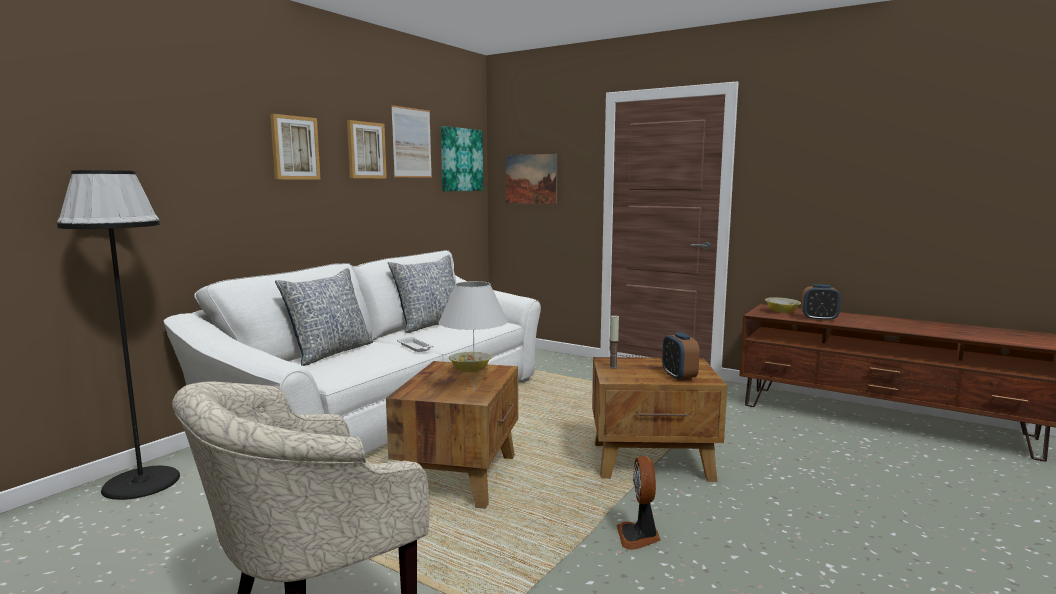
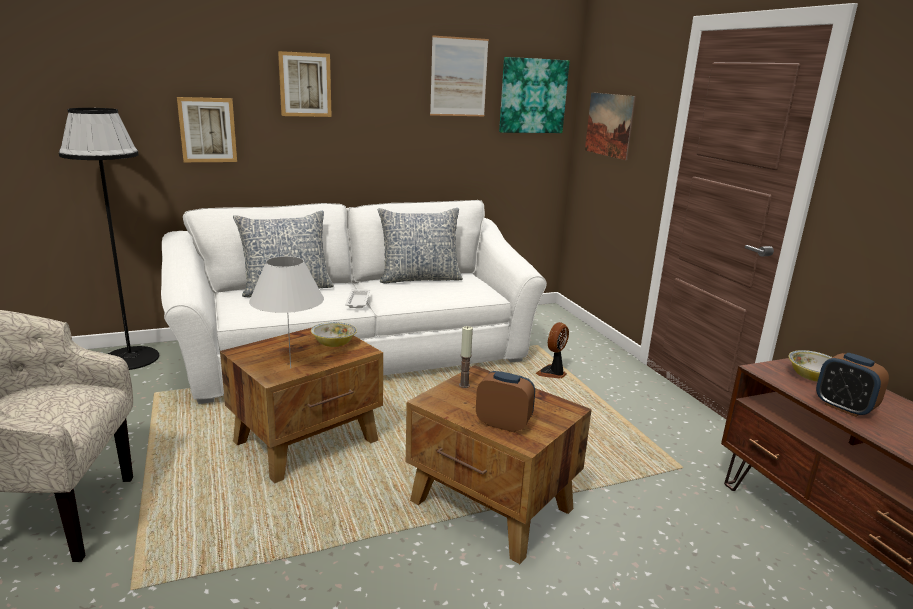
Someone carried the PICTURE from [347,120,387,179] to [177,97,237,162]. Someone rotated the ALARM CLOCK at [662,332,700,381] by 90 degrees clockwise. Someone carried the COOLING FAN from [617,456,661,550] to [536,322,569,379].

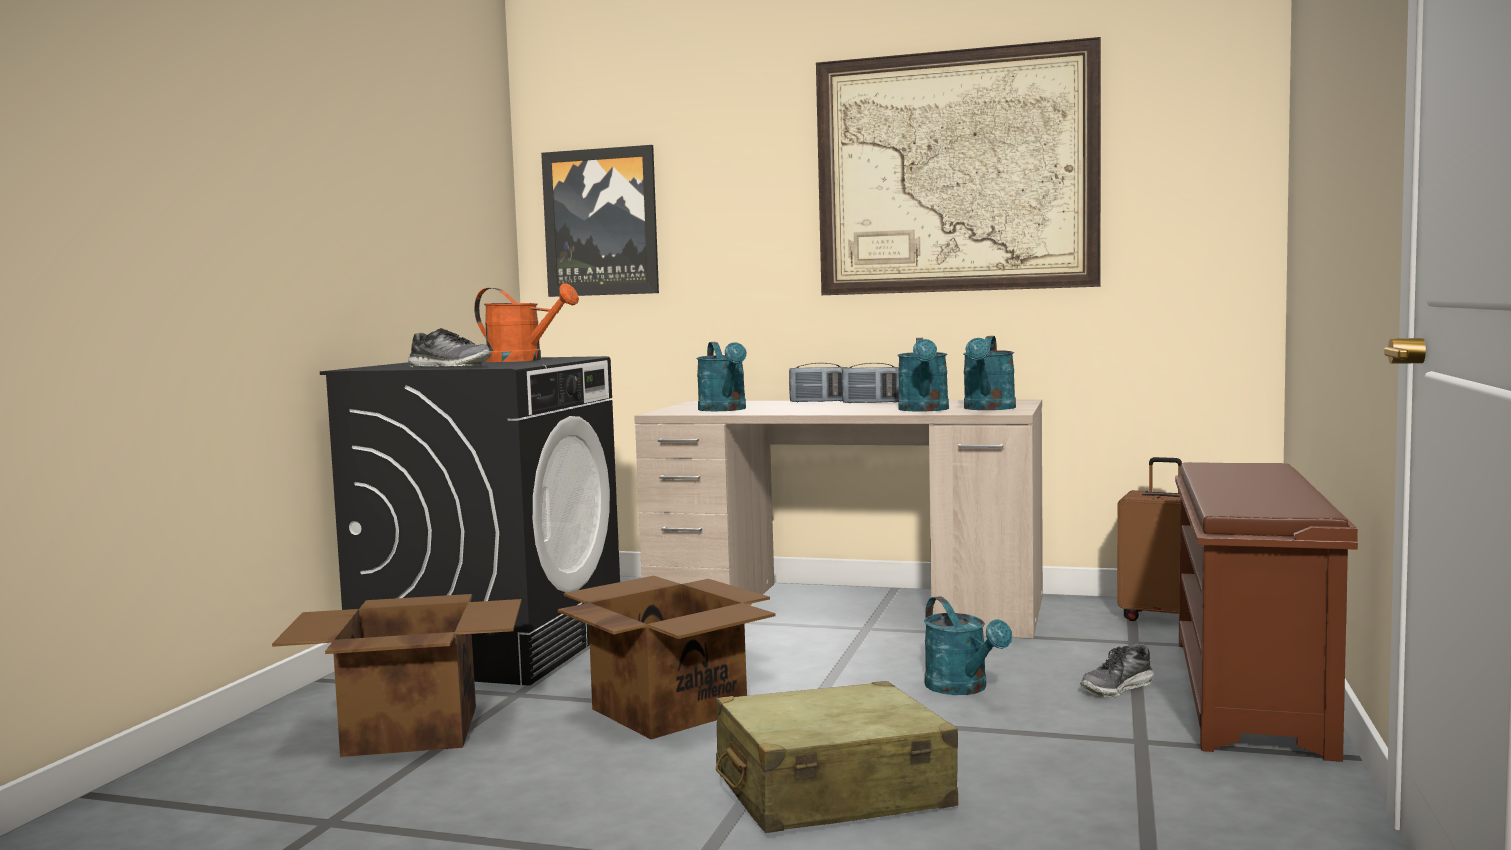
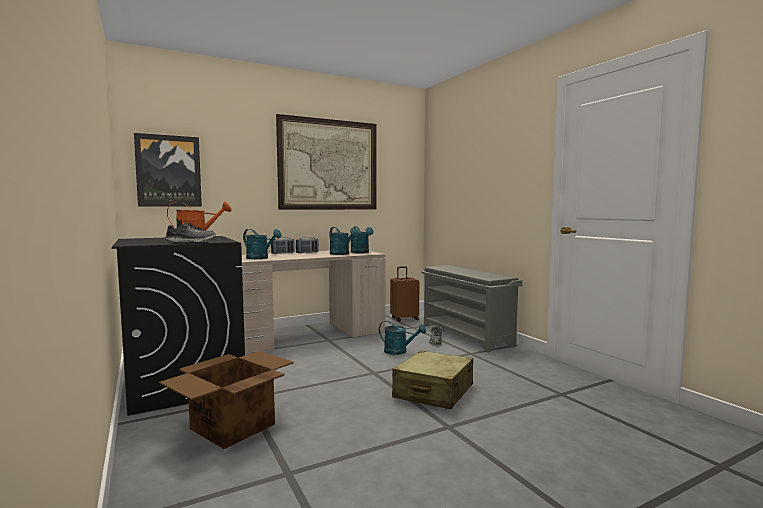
Someone repainted the BROWNISH SHOE SHELF at [1175,462,1358,762], which became the GRAY SHOE SHELF at [422,265,523,352]. Someone took away the CARTON at [558,576,775,739].

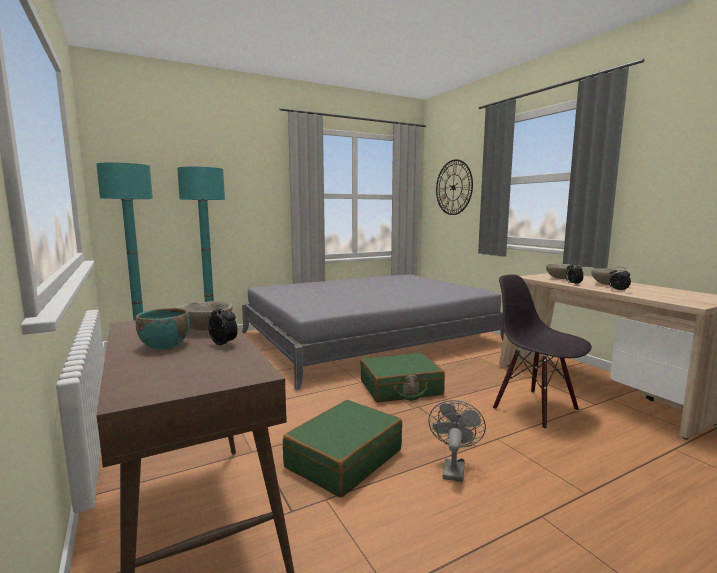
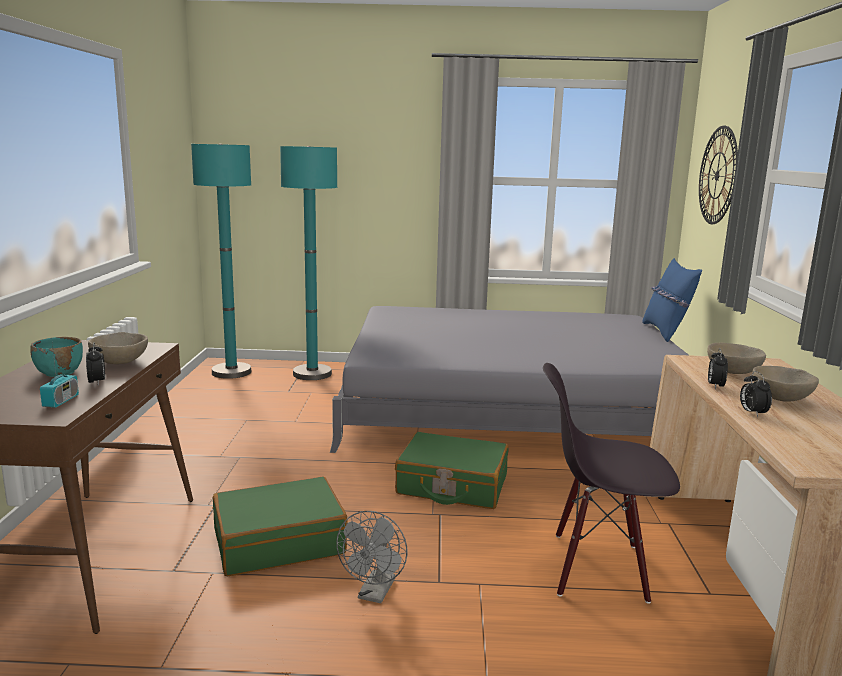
Someone rotated the BLACK CHAIR at [493,274,591,430] by 75 degrees counterclockwise. Someone rotated the GRAY COOLING FAN at [428,400,486,482] by 150 degrees clockwise. Someone put down the BLUE CUSHION at [642,258,703,342]. Someone put down the RADIO at [40,345,79,408].

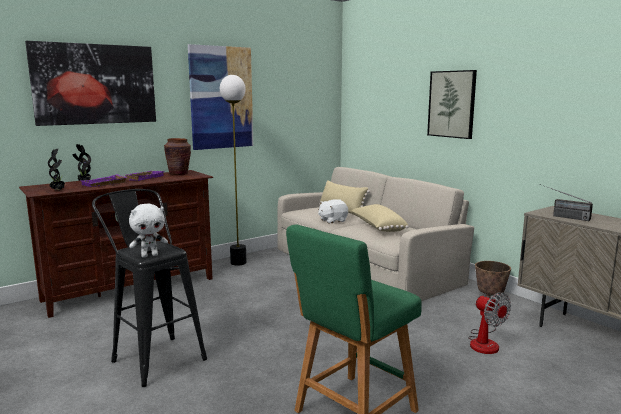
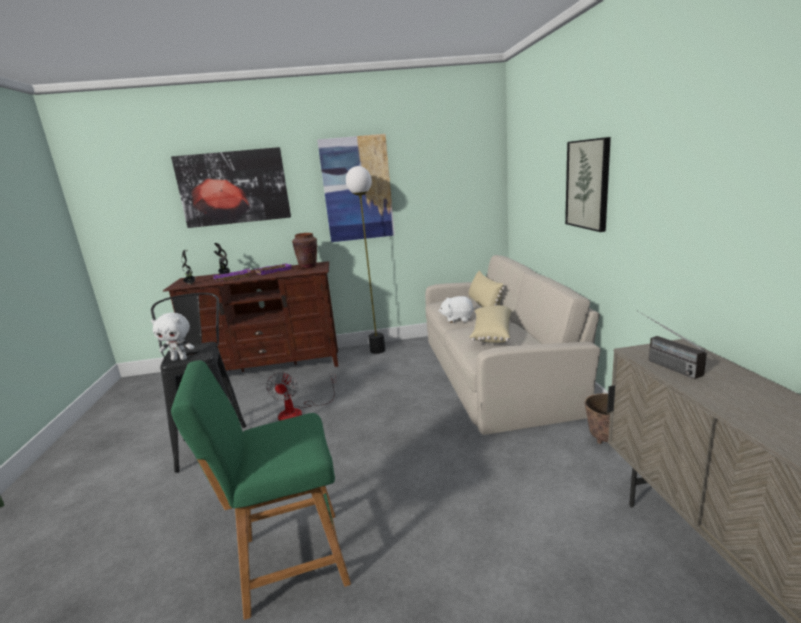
Someone carried the COOLING FAN from [468,292,511,354] to [266,372,336,421].

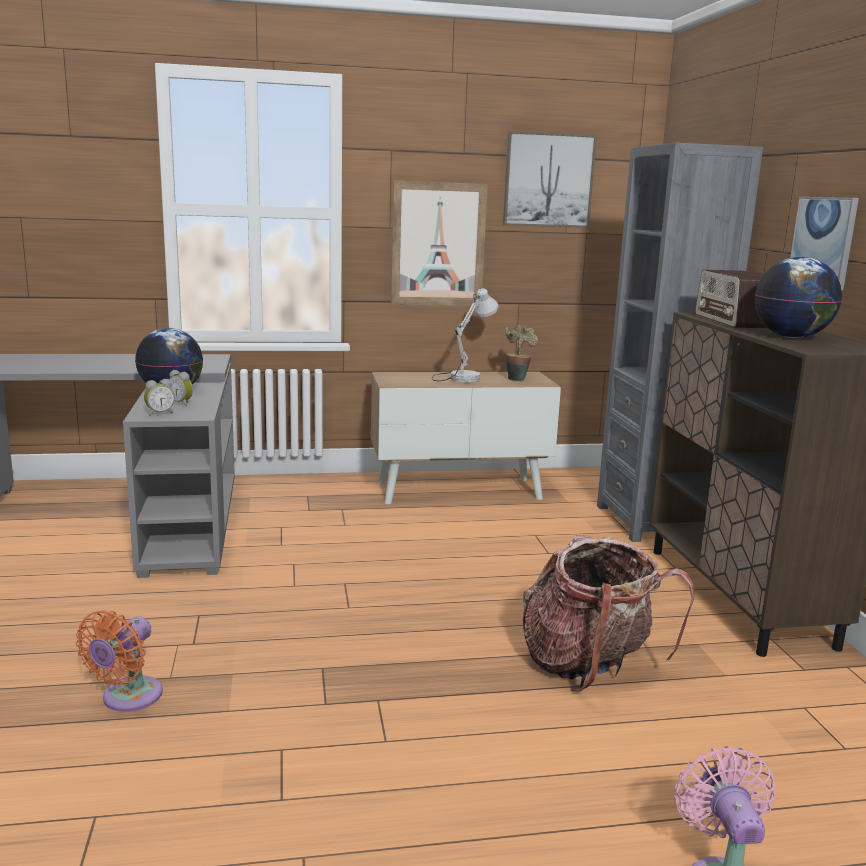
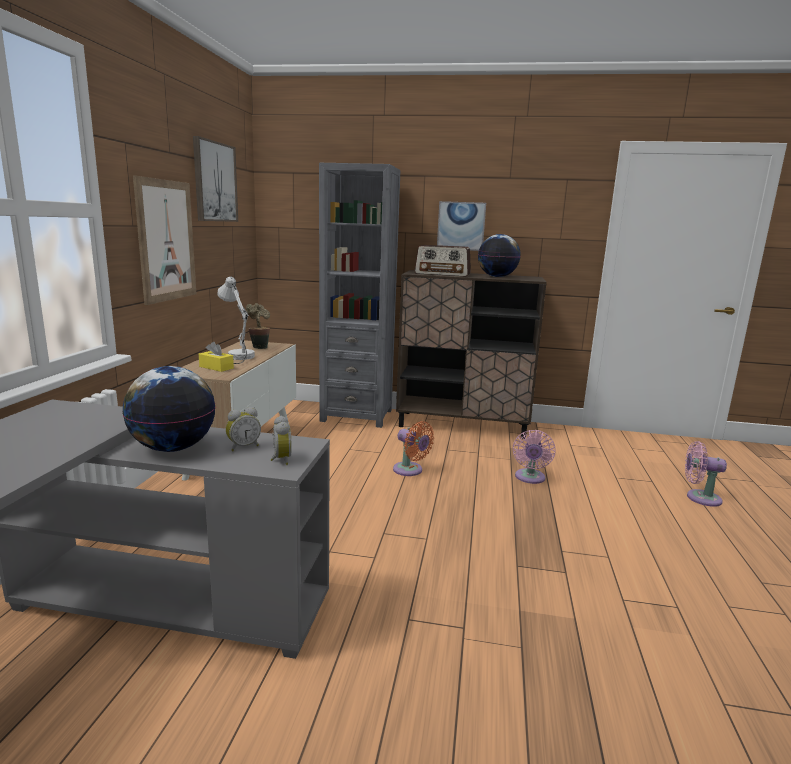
Someone swapped the BACKPACK at [523,535,694,692] for the PINKISH COOLING FAN at [513,430,556,484]. Someone carried the ORANGE COOLING FAN from [76,610,163,712] to [393,421,434,476]. Someone put down the YELLOW-COLOURED TISSUE BOX at [199,342,234,372].

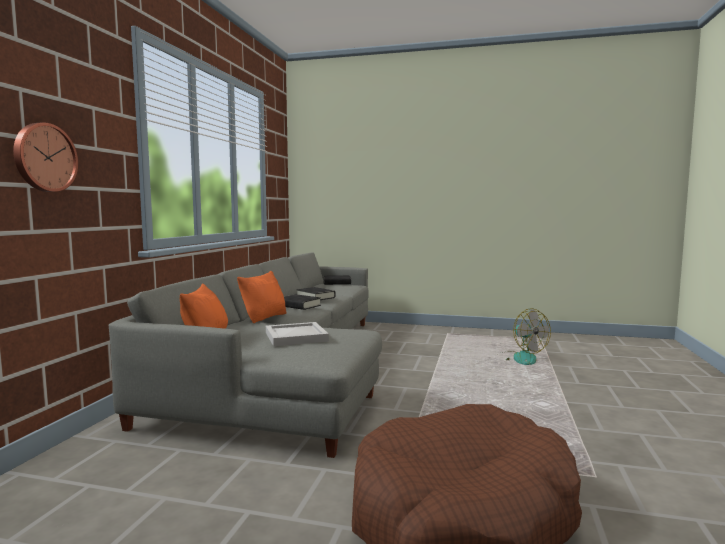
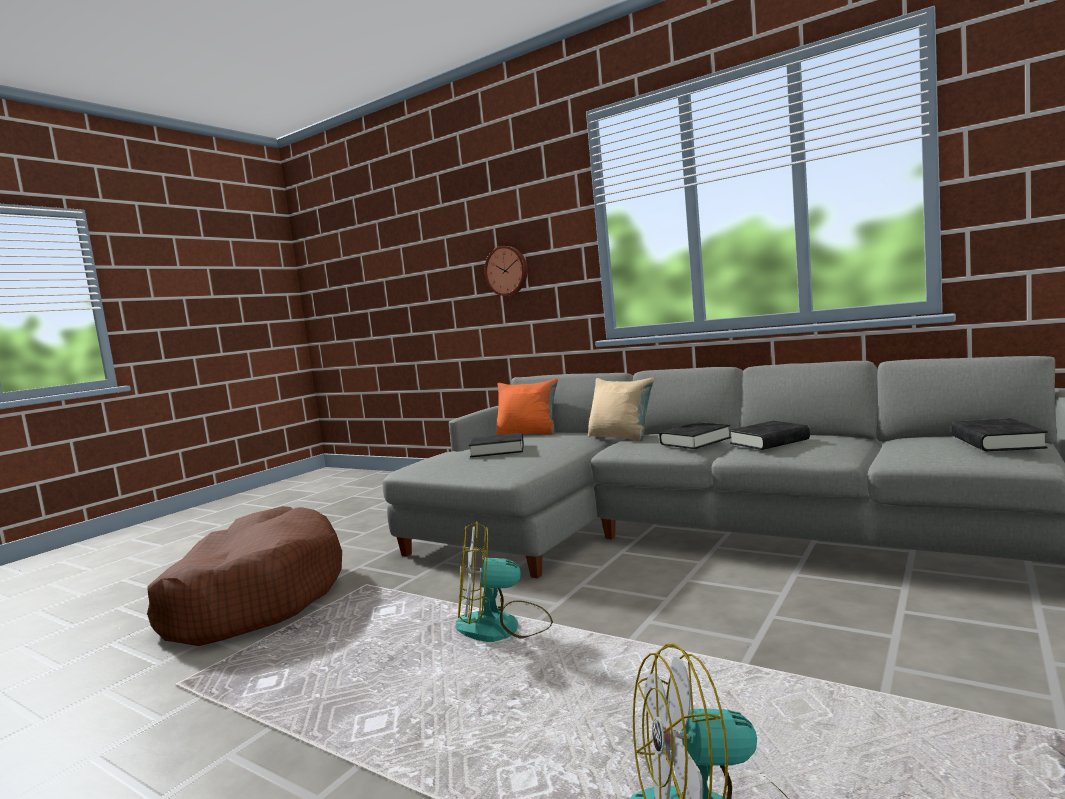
Someone repainted the ORANGE CUSHION at [237,271,287,323], which became the SAND-COLOURED CUSHION at [588,377,654,441]. Someone swapped the WHITISH SERVING TRAY at [266,322,329,346] for the BLACK BOOK at [469,433,524,457]. Someone put down the COOLING FAN at [456,521,553,642].

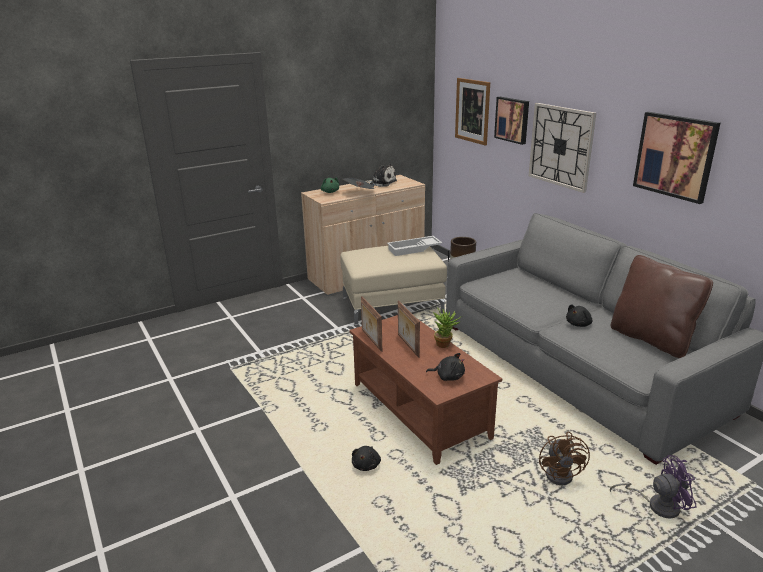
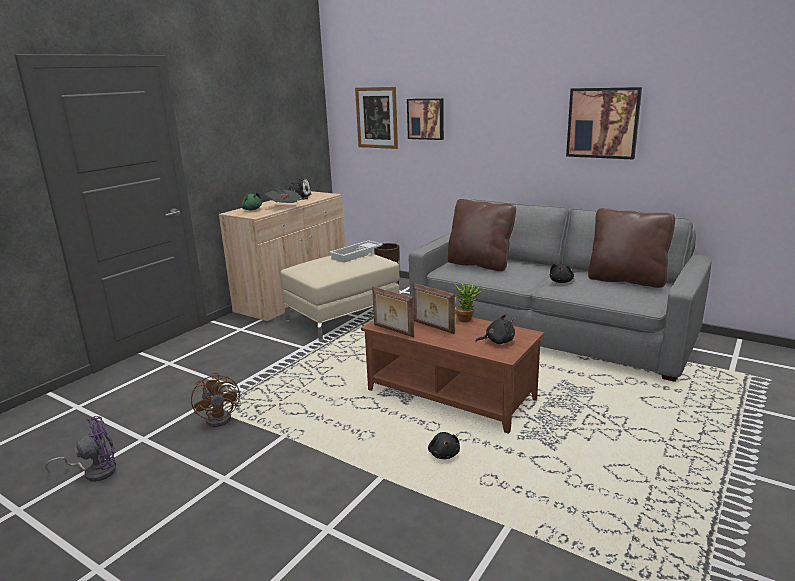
Someone took away the CLOCK ON THE WALL at [529,103,596,193]. Someone carried the BROWNISH COOLING FAN from [539,431,590,485] to [191,372,242,427]. Someone carried the PURPLISH COOLING FAN from [610,455,697,519] to [45,416,116,482]. Someone put down the BROWNISH CUSHION at [447,199,516,271].

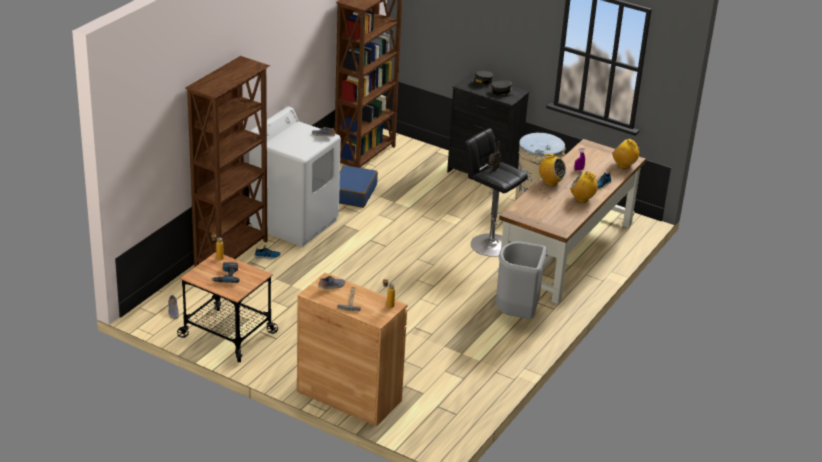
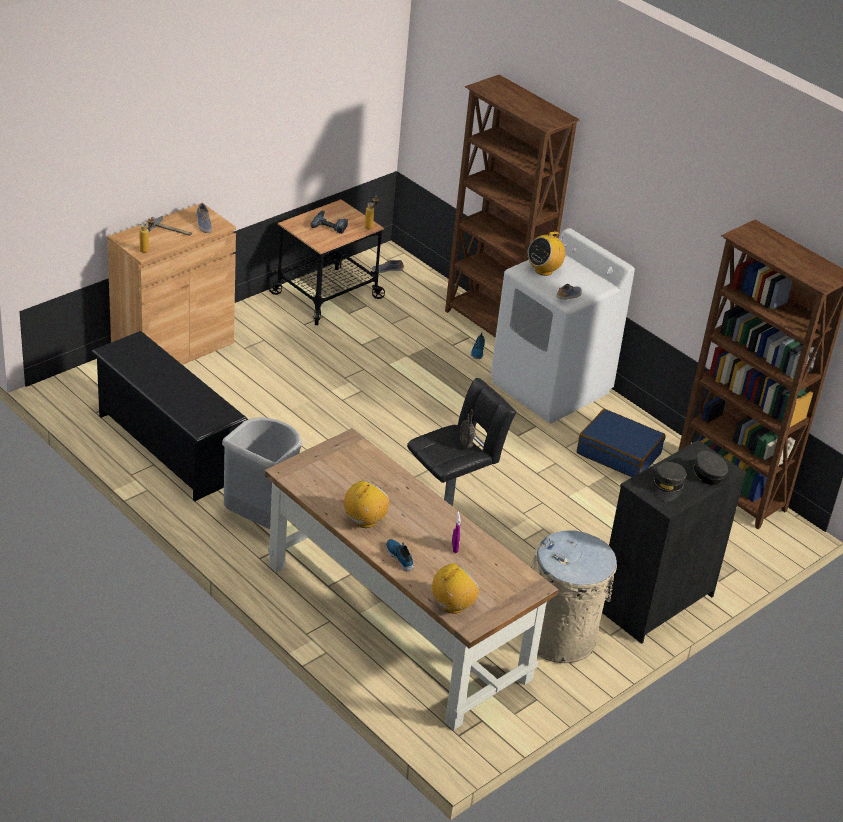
Someone carried the RADIO from [539,154,566,186] to [528,230,566,276]. Someone put down the BLACK SHOE SHELF at [91,331,248,501].

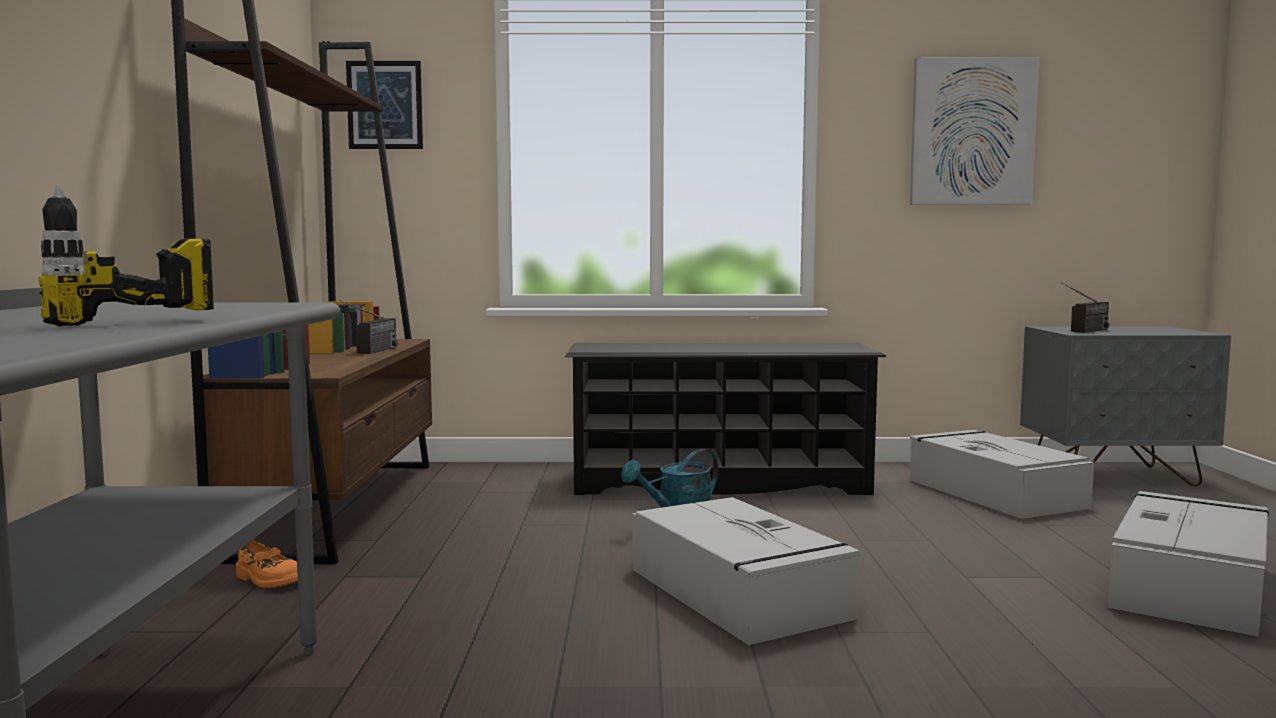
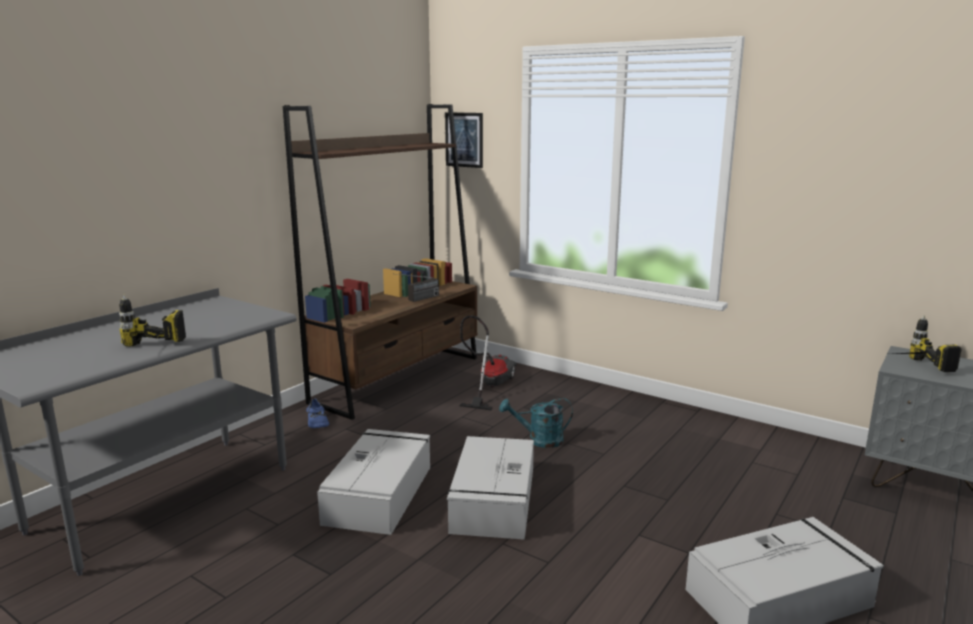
Someone took away the PICTURE at [910,57,1040,205]. Someone swapped the RADIO at [1061,282,1109,333] for the POWER DRILL at [894,315,962,372]. Someone took away the BLACK SHOE SHELF at [565,343,886,495]. Someone carried the GRAY STORAGE BOX from [910,430,1094,519] to [317,429,430,535]. Someone repainted the ORANGE ITEM OF FOOTWEAR at [236,539,298,588], which became the BLUE ITEM OF FOOTWEAR at [306,398,329,428]. Someone put down the VACUUM CLEANER at [459,315,517,411].

